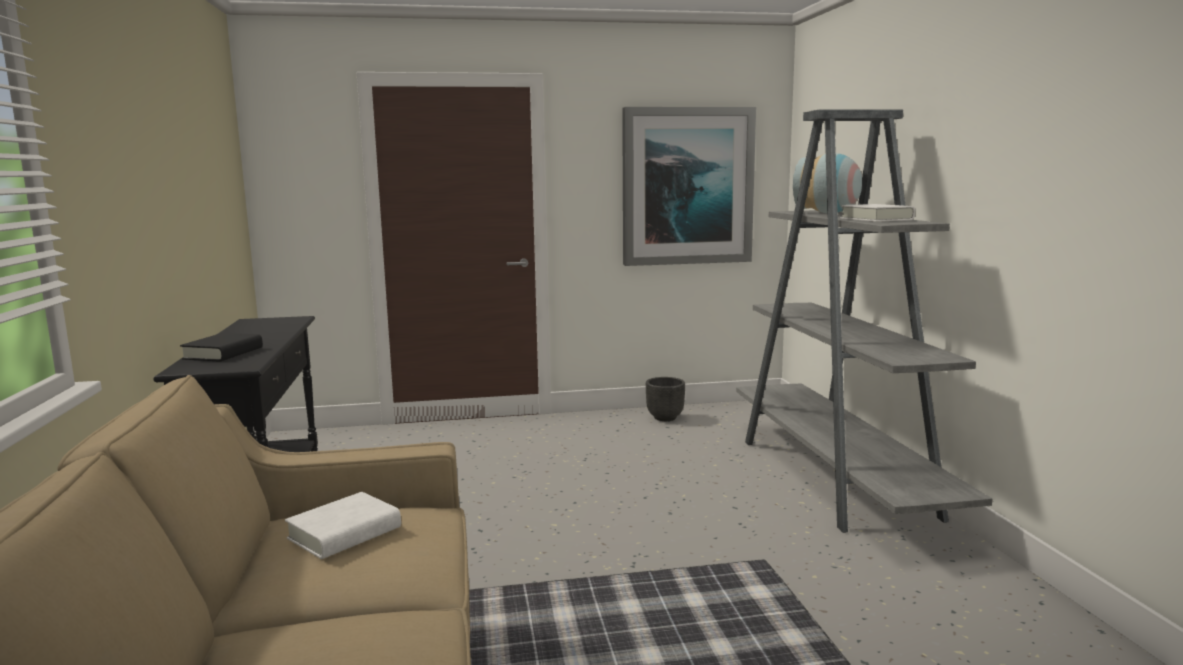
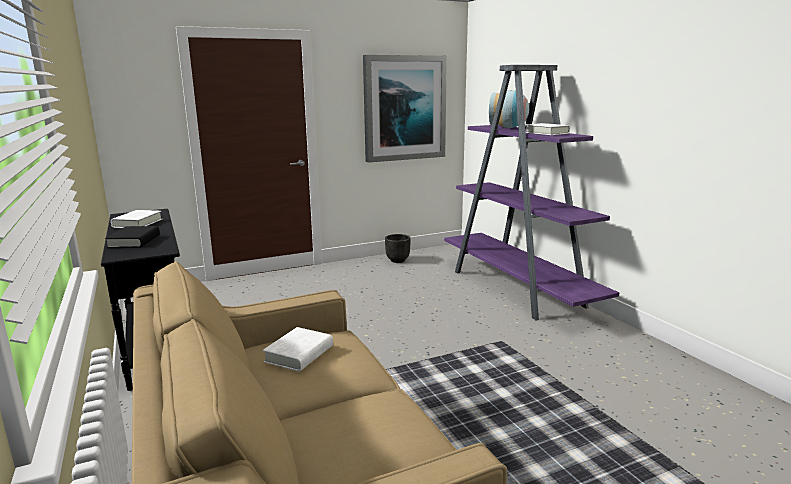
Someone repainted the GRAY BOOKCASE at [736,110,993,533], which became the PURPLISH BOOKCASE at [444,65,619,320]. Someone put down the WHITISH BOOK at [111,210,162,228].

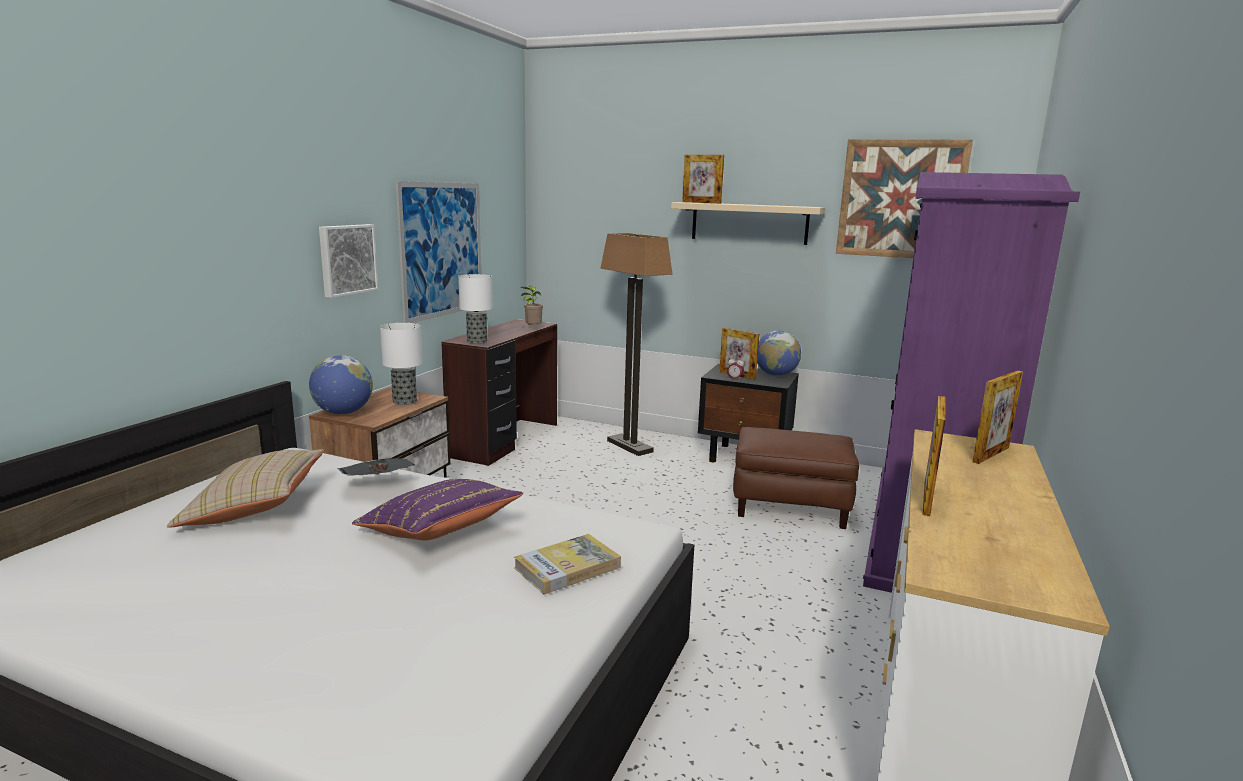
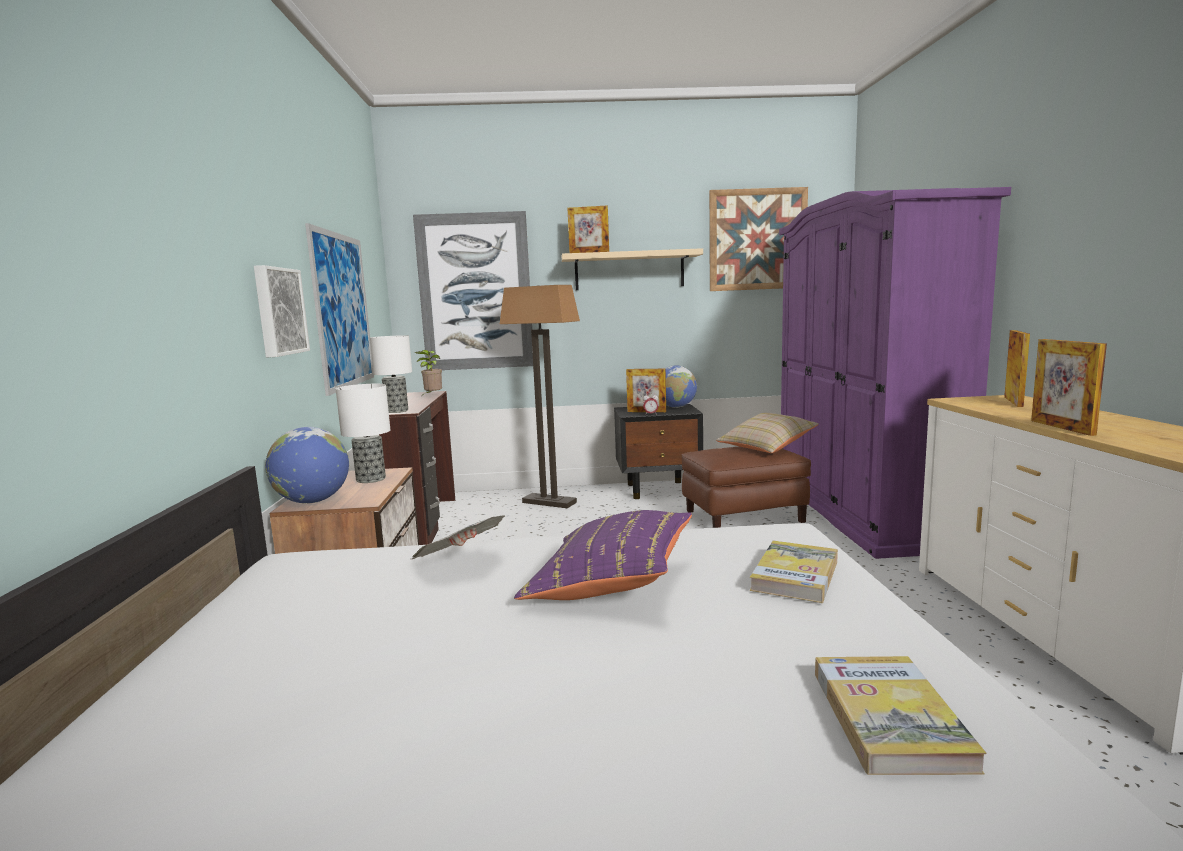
Someone carried the SAND-COLOURED CUSHION from [167,449,324,528] to [716,413,819,453]. Someone put up the PICTURE at [413,211,533,370]. Someone put down the BOOK at [815,656,986,775].

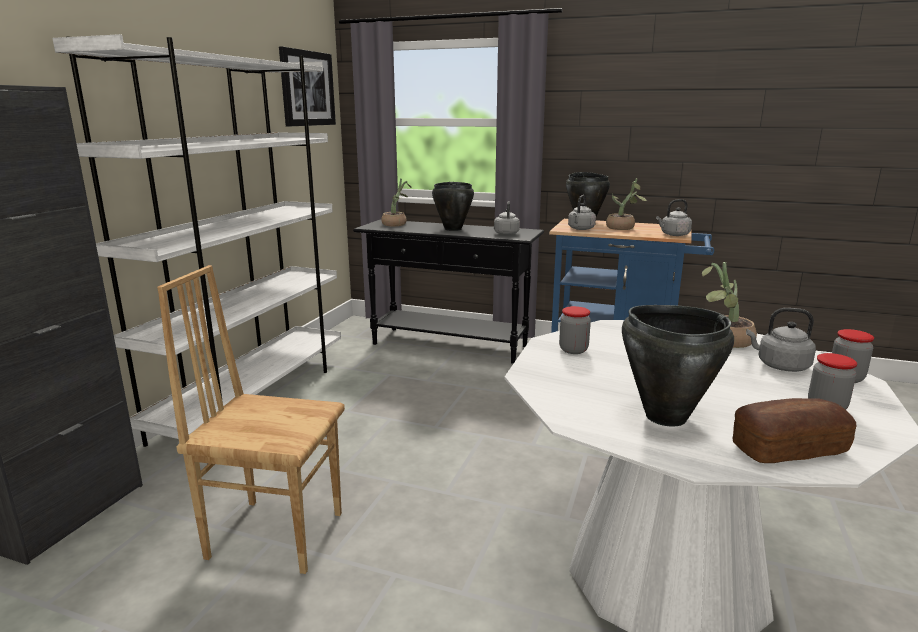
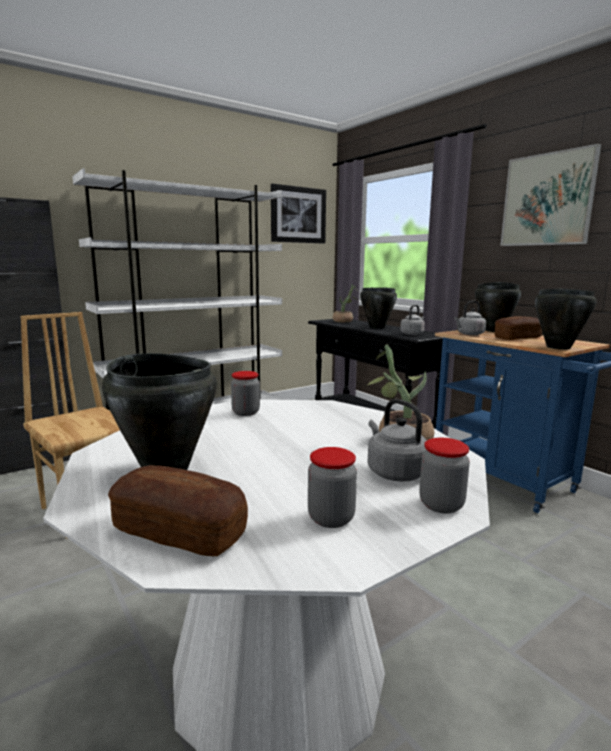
Someone swapped the POTTED PLANT at [606,178,647,230] for the BREAD at [494,316,542,340]. Someone swapped the GRAY TEA KETTLE at [656,199,692,236] for the BLACK SAUCEPOT at [535,289,596,350]. Someone put up the PICTURE at [500,144,601,246].

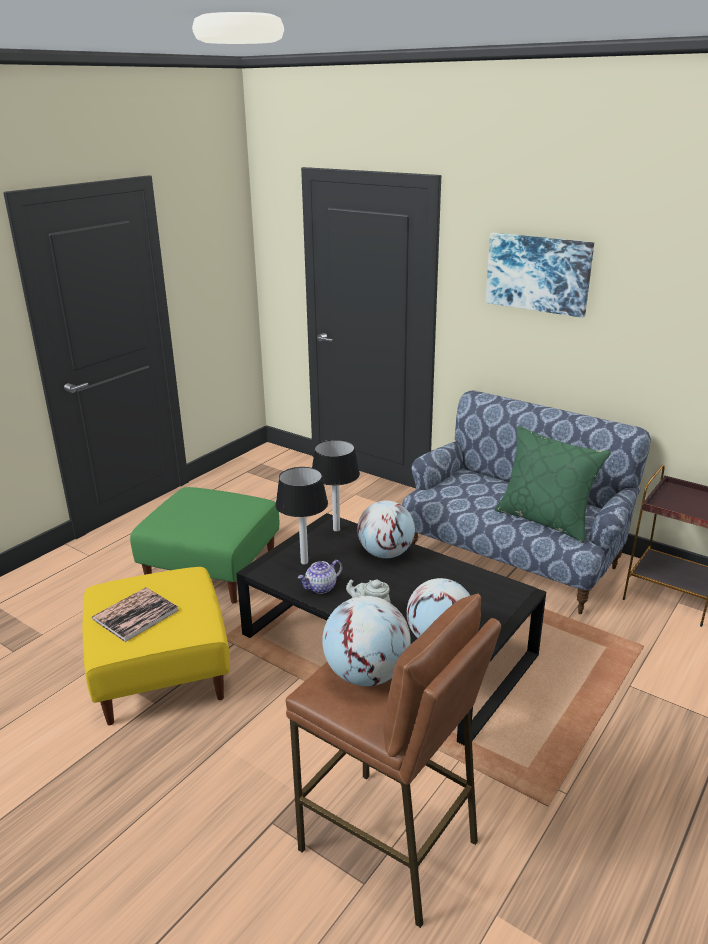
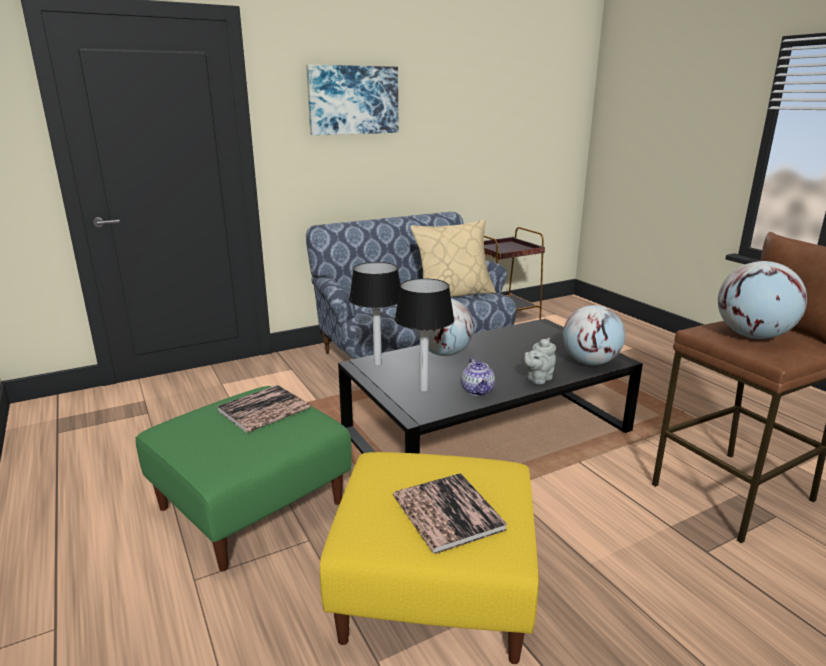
Someone repainted the GREENISH CUSHION at [495,426,611,543], which became the SAND-COLOURED CUSHION at [410,219,496,297]. Someone put down the BOOK at [217,385,310,433].

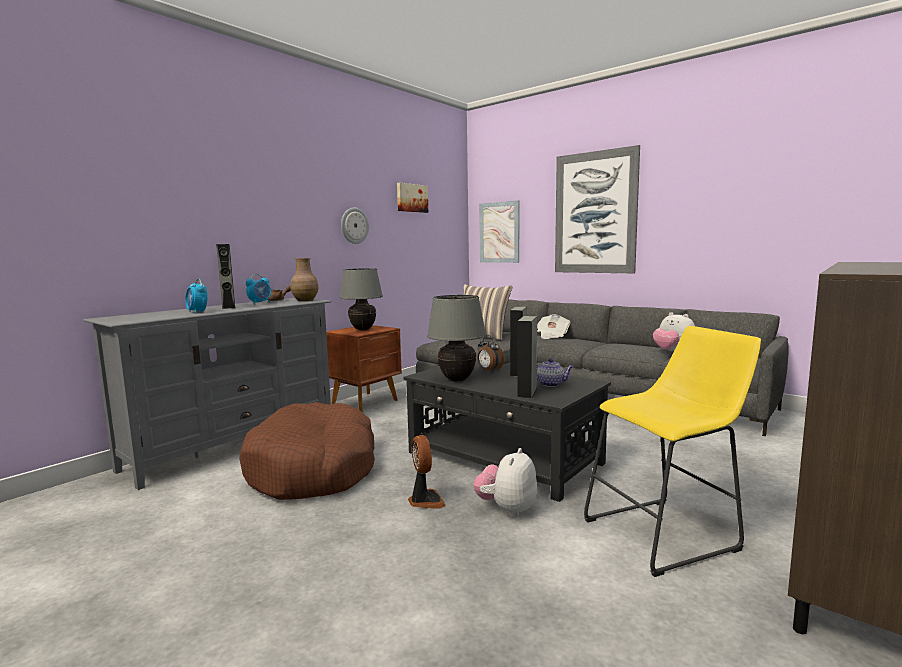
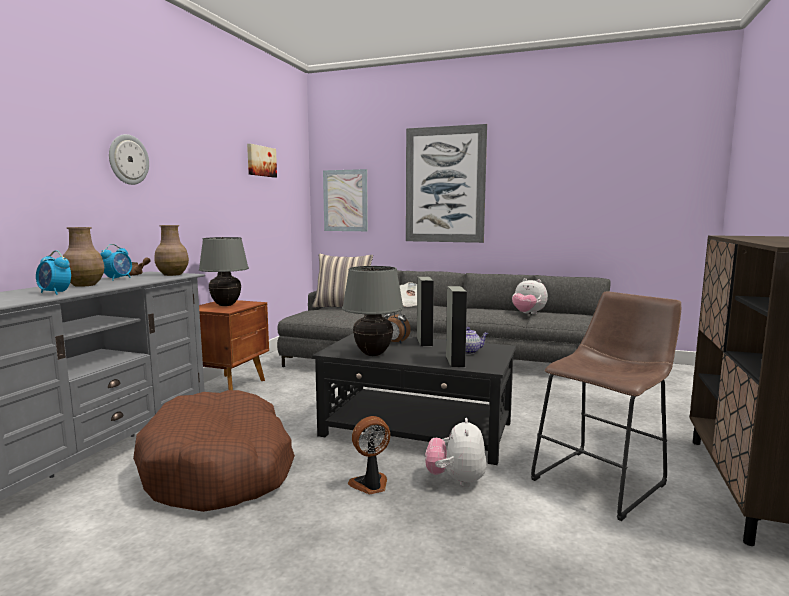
Someone carried the CLOCK ON THE WALL from [341,208,369,244] to [109,134,149,185]. Someone swapped the GRAY SPEAKER at [216,244,235,309] for the BROWNISH DECORATIVE VASE at [63,227,105,287]. Someone repainted the YELLOW-COLOURED SITTING STOOL at [584,326,761,577], which became the BROWNISH SITTING STOOL at [531,291,681,521]. Someone rotated the COOLING FAN at [408,435,446,509] by 75 degrees counterclockwise.

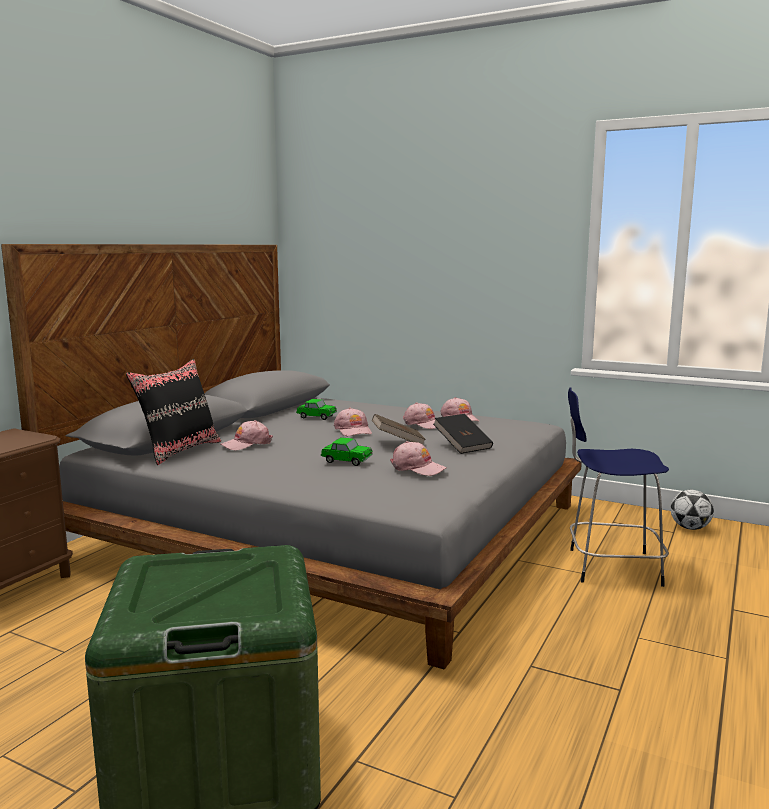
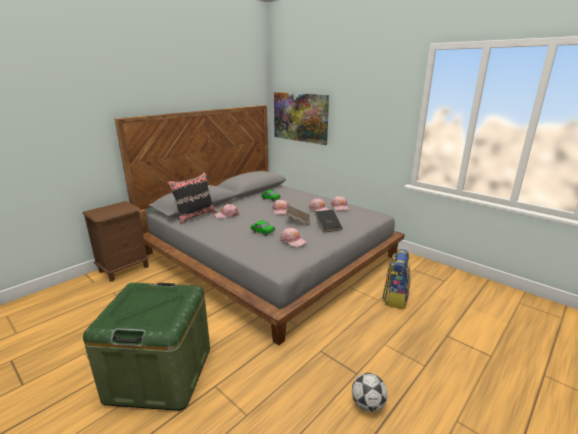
Someone swapped the BLUE SITTING STOOL at [568,387,669,587] for the BACKPACK at [382,249,411,309]. Someone carried the FOOTBALL BALL from [670,490,714,530] to [352,373,388,412]. Someone put up the PICTURE at [274,92,329,145].

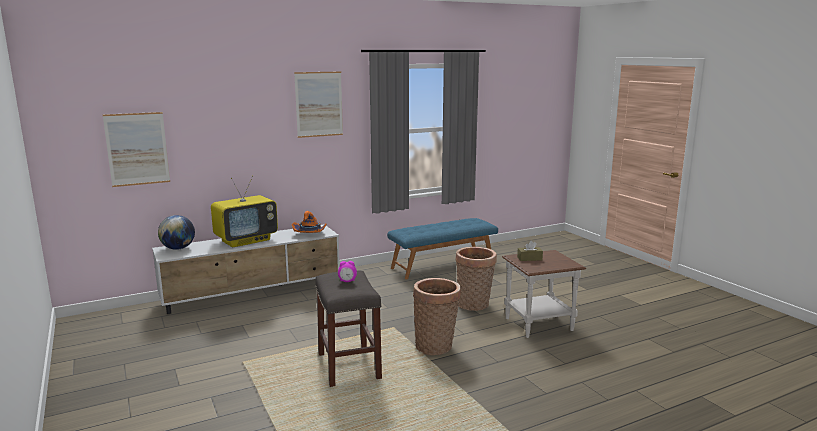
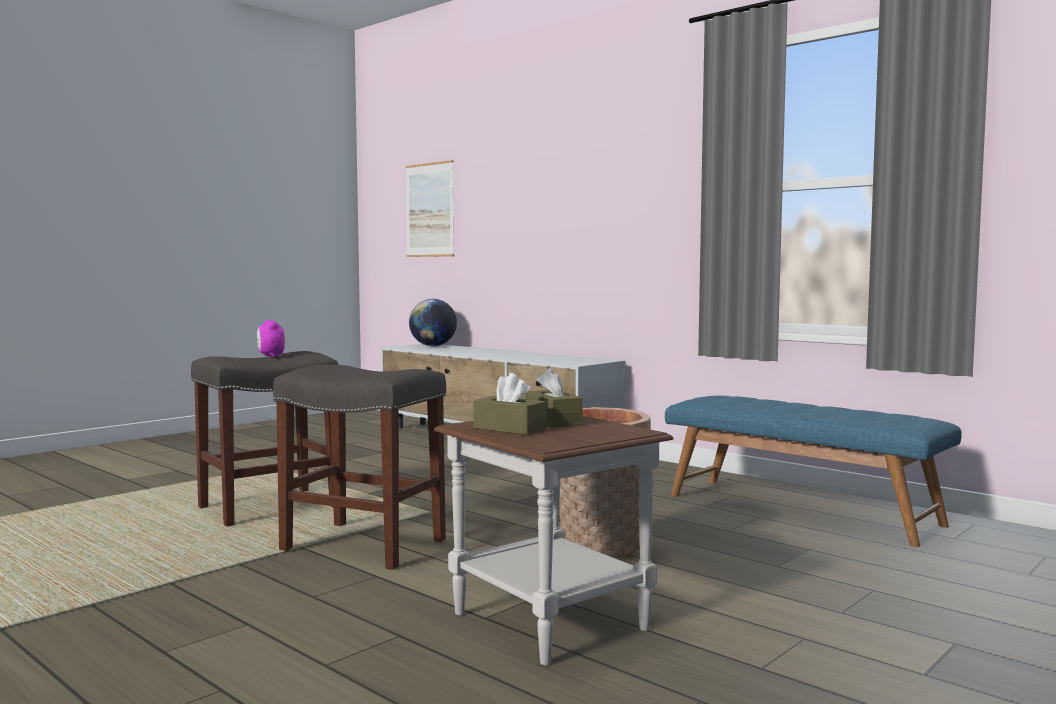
Someone took away the PICTURE at [294,71,343,138]. Someone took away the TELEVISION at [211,176,278,248]. Someone took away the ORANGE CLOTHING HAT at [292,211,327,233]. Someone swapped the HOUSEHOLD BASKET at [413,278,461,355] for the GRAY SITTING STOOL at [273,364,446,570]. Someone put down the BROWNISH TISSUE BOX at [473,373,546,435].

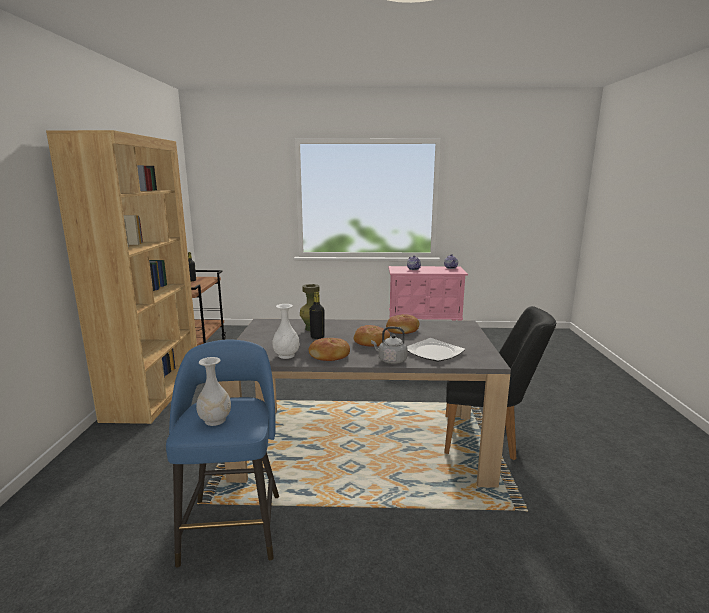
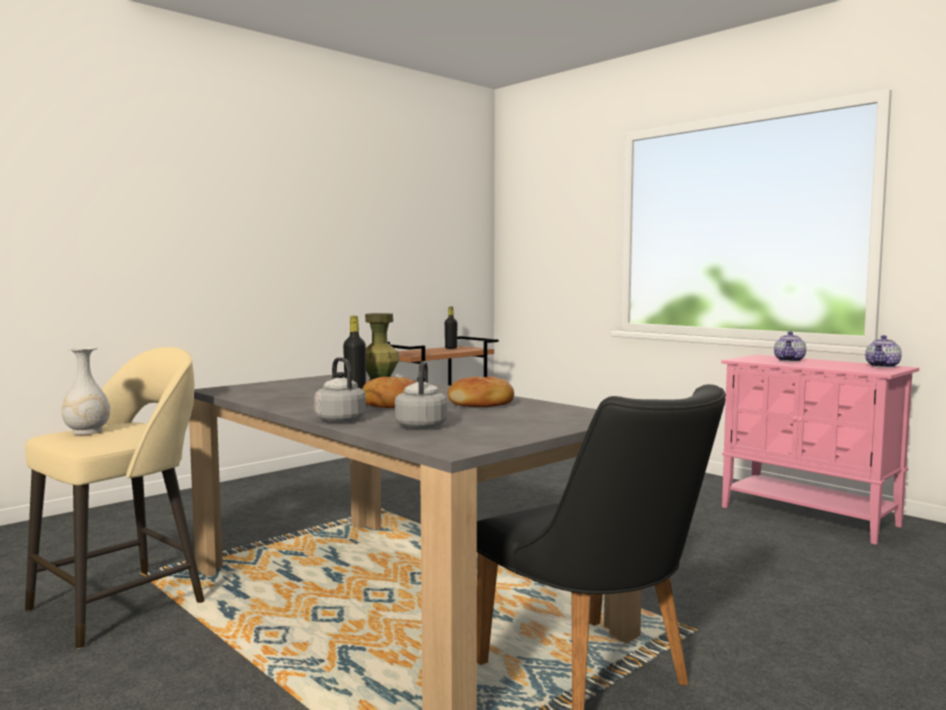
Someone took away the BROWNISH BOOKCASE at [46,130,197,424]. Someone took away the WHITISH DECORATIVE VASE at [272,304,299,359]. Someone took away the BREAD at [309,338,350,361]. Someone swapped the FLAT DISH at [407,338,465,362] for the GRAY TEA KETTLE at [395,361,447,429]. Someone repainted the BLUE SITTING STOOL at [166,340,279,567], which became the SAND-COLOURED SITTING STOOL at [25,347,205,649].

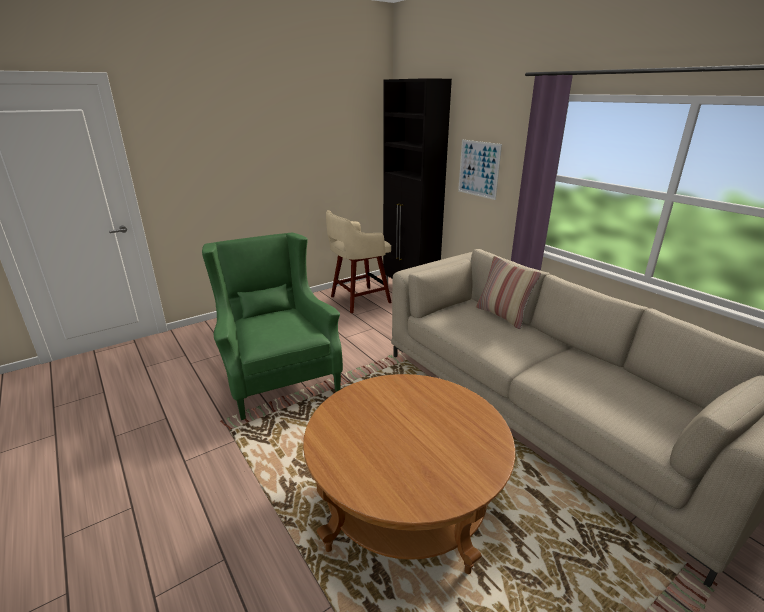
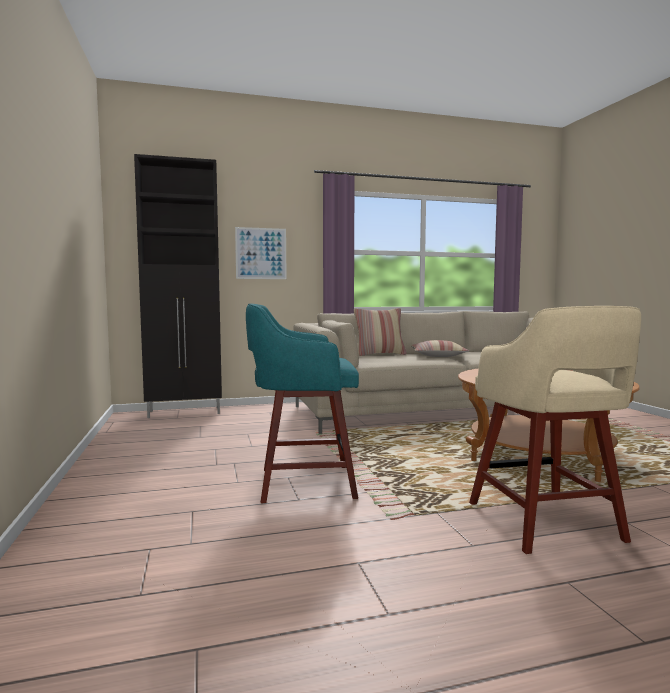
Someone carried the SAND-COLOURED SITTING STOOL from [326,210,392,313] to [469,306,641,554]. Someone swapped the GREENISH LOUNGE CHAIR at [202,233,343,420] for the TURQUOISE SITTING STOOL at [246,303,359,503]. Someone put down the CUSHION at [411,340,469,357].

